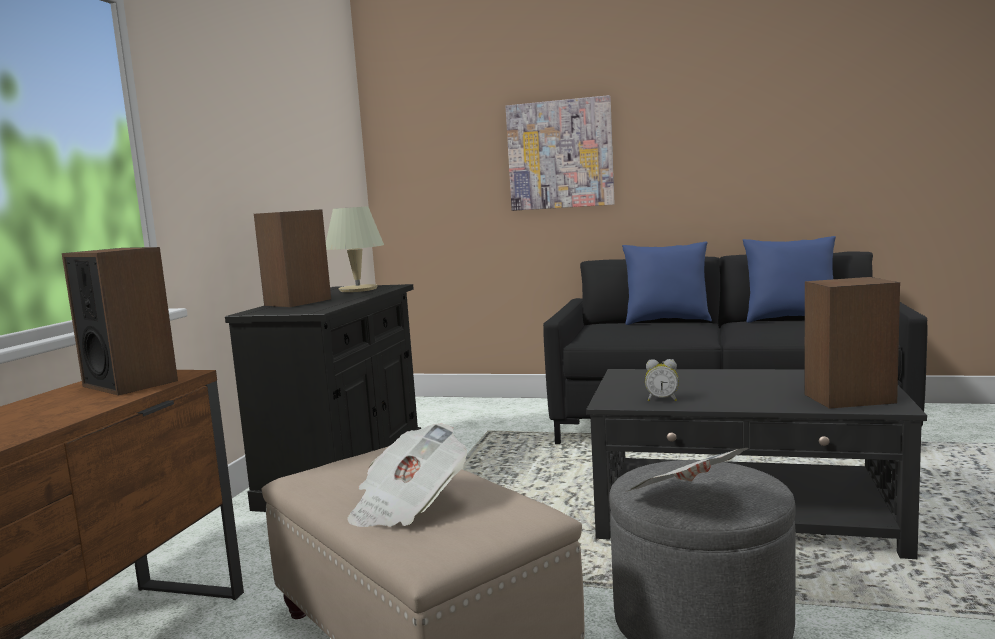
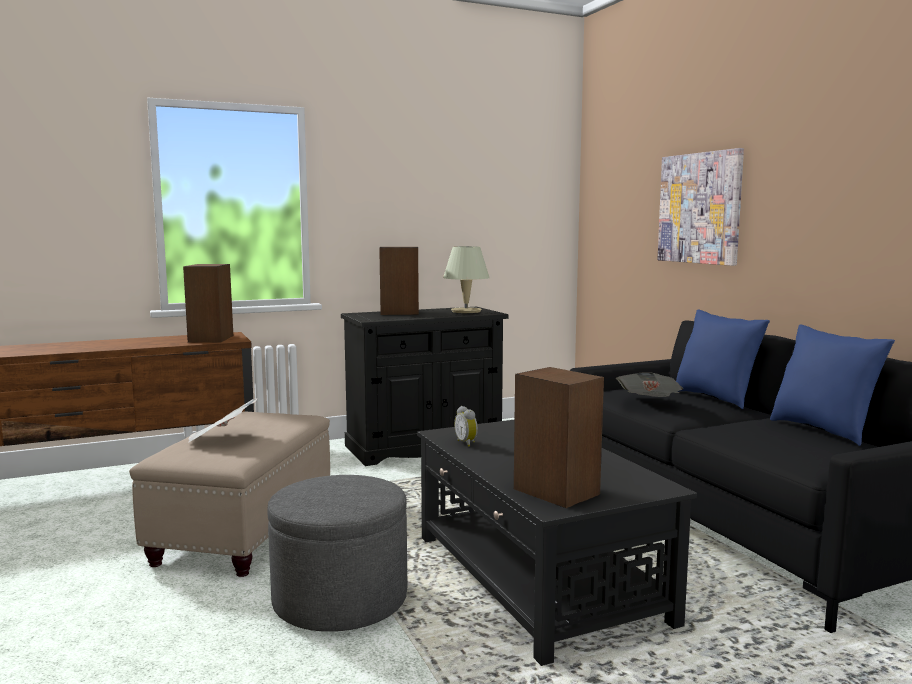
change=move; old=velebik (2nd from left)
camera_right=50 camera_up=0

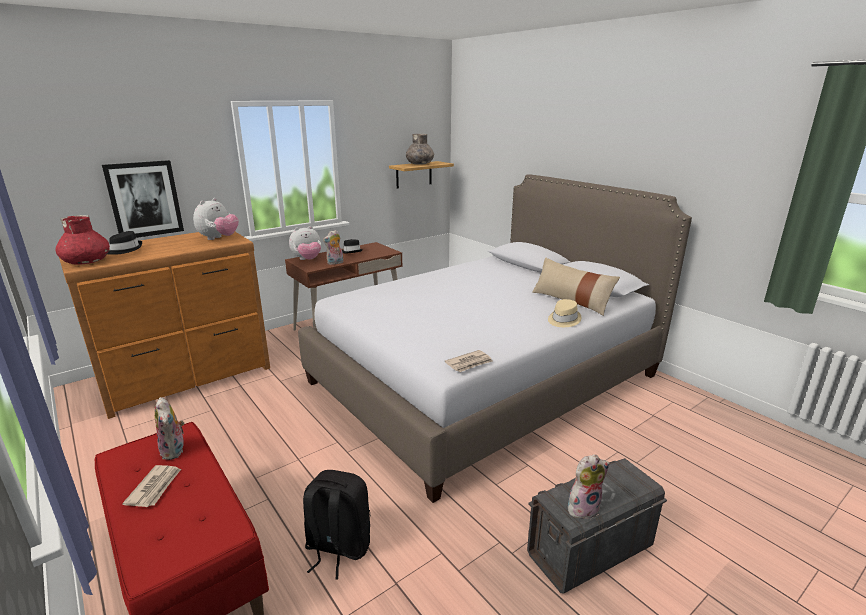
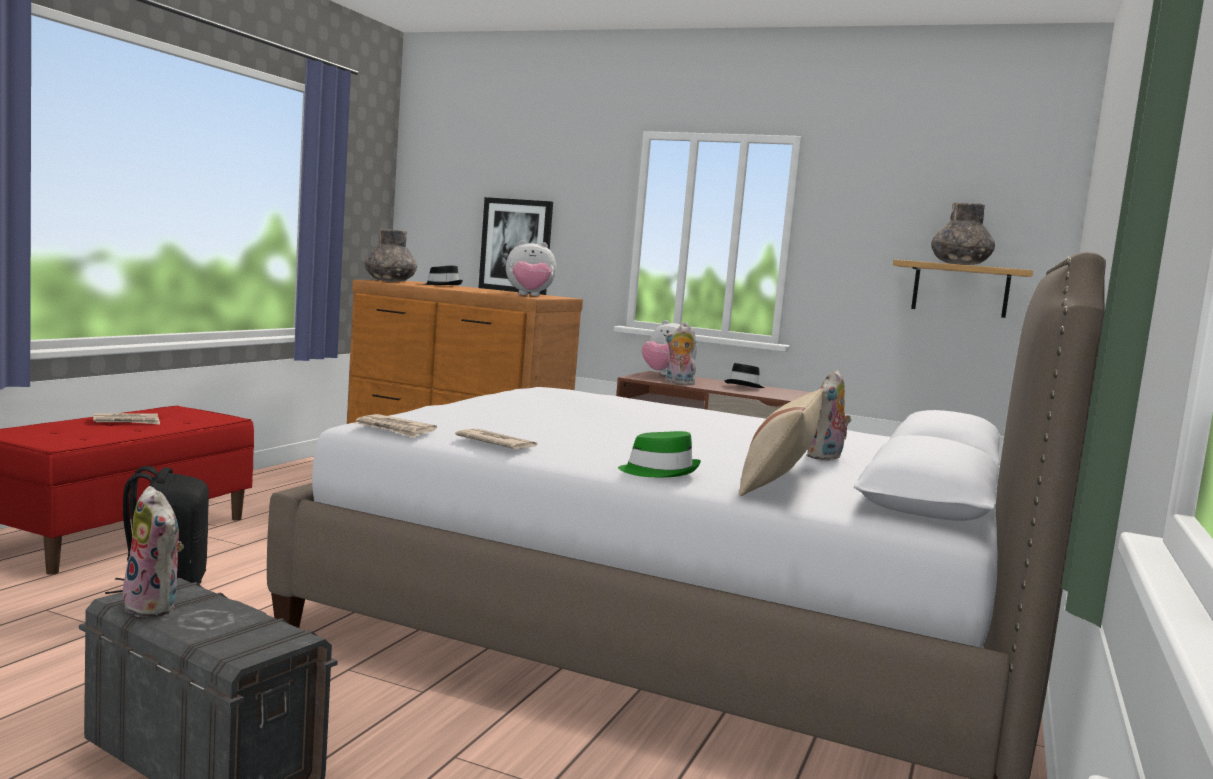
change=recolor; old=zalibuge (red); new=zalibuge (grey) (1st from left)
change=insert; new=velebik (3rd from left)
change=recolor; old=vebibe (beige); new=vebibe (green)
change=move; old=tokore (1st from left in the first image); new=tokore (5th from left)
camera_right=60 camera_up=-15

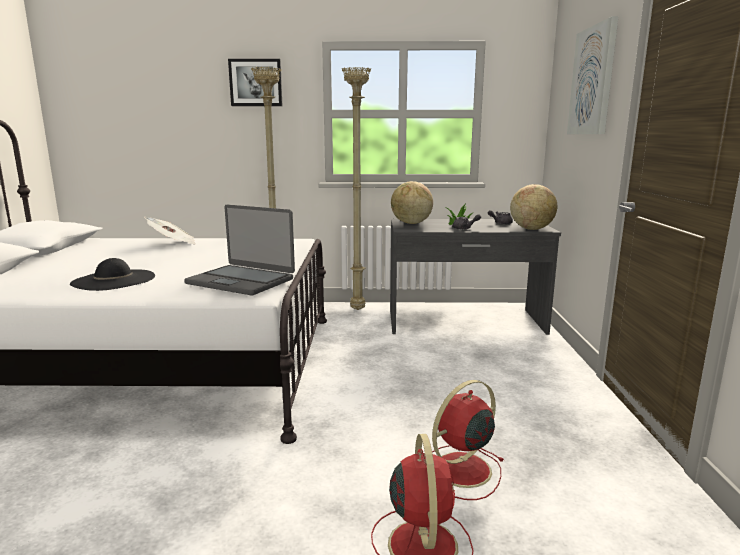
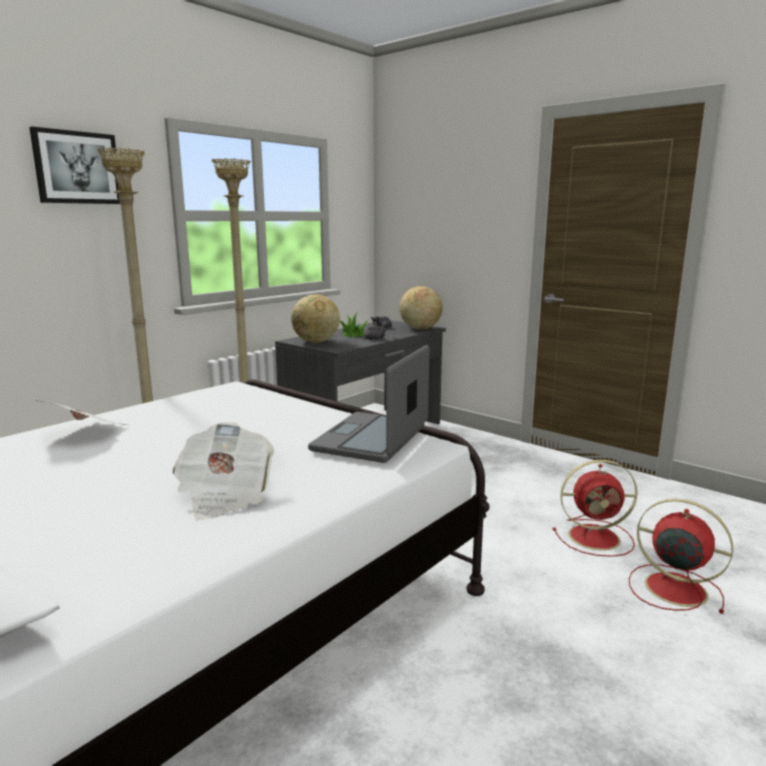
change=replace; old=vebibe (black); new=velebik (2nd from left)
change=rotate; old=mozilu; degrees=135
change=rotate; old=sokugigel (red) (2nd from left in the first image); degrees=-90
change=delete; old=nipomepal (2nd from left)
camera_right=-50 camera_up=0

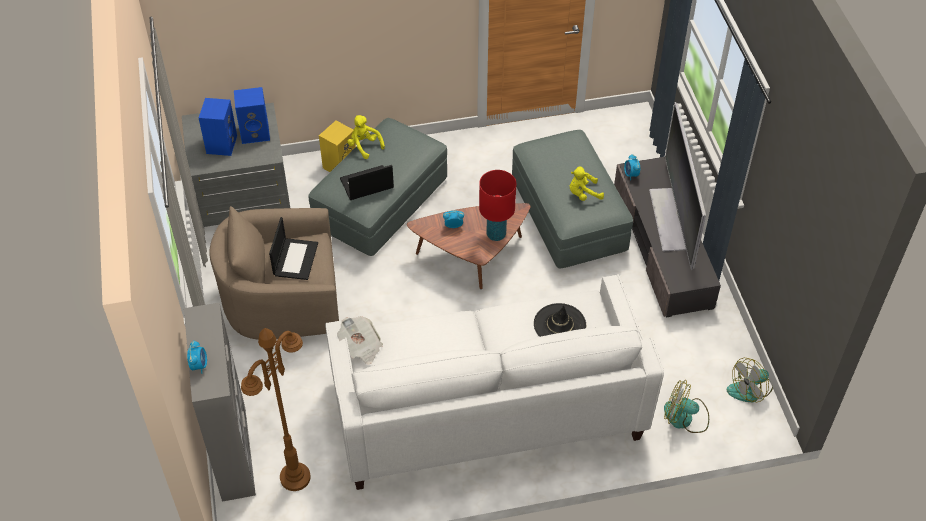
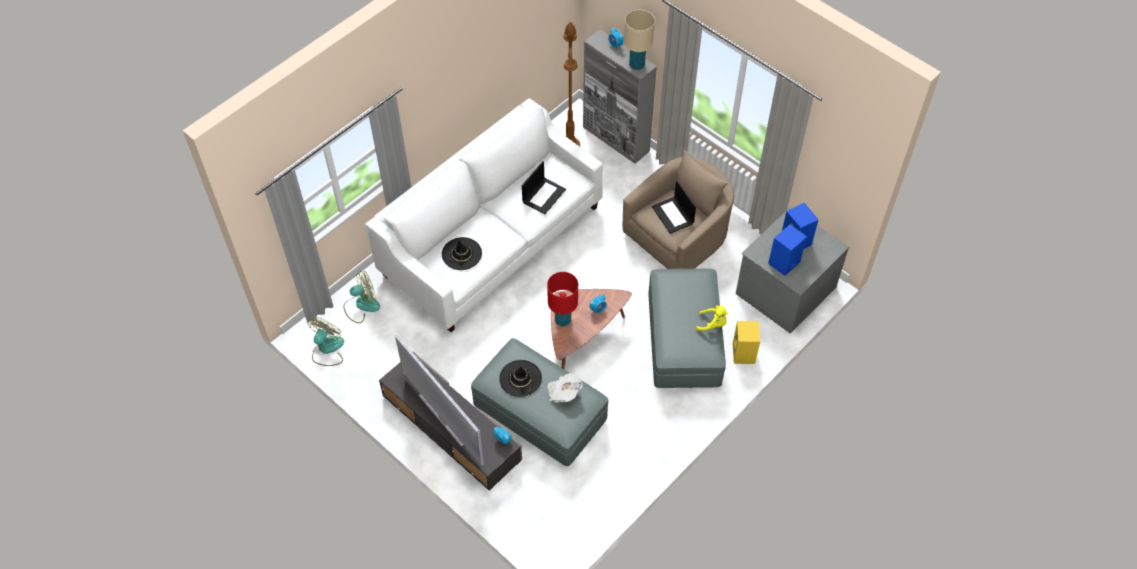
change=replace; old=tokore (yellow) (2nd from left); new=vebibe (black) (2nd from left)
change=move; old=mozilu (2nd from left in the first image); new=mozilu (1st from left)
change=move; old=velebik
change=insert; new=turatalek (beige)
camera_right=145 camera_up=5

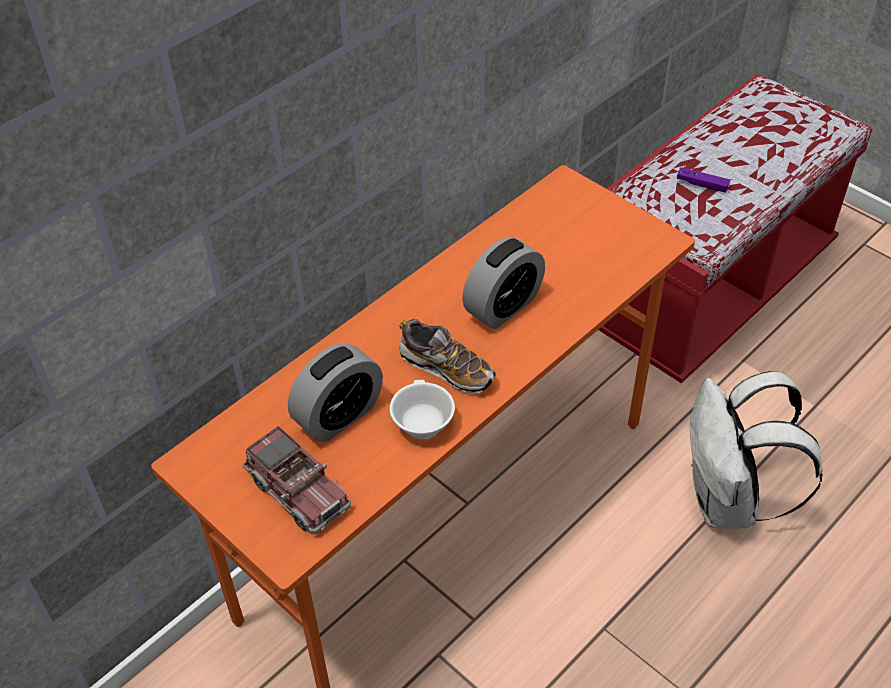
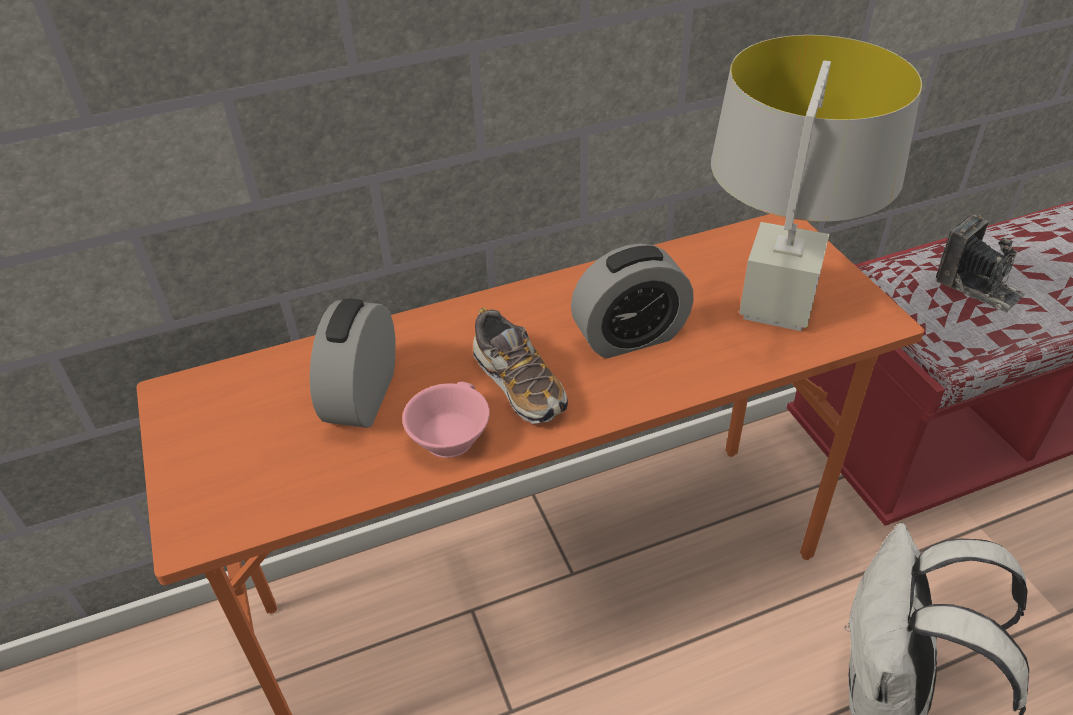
change=rotate; old=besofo (1st from left); degrees=120
change=recolor; old=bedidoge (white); new=bedidoge (pink)
change=insert; new=turatalek (grey)
change=replace; old=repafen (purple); new=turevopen
change=delete; old=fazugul
camera_right=25 camera_up=-5

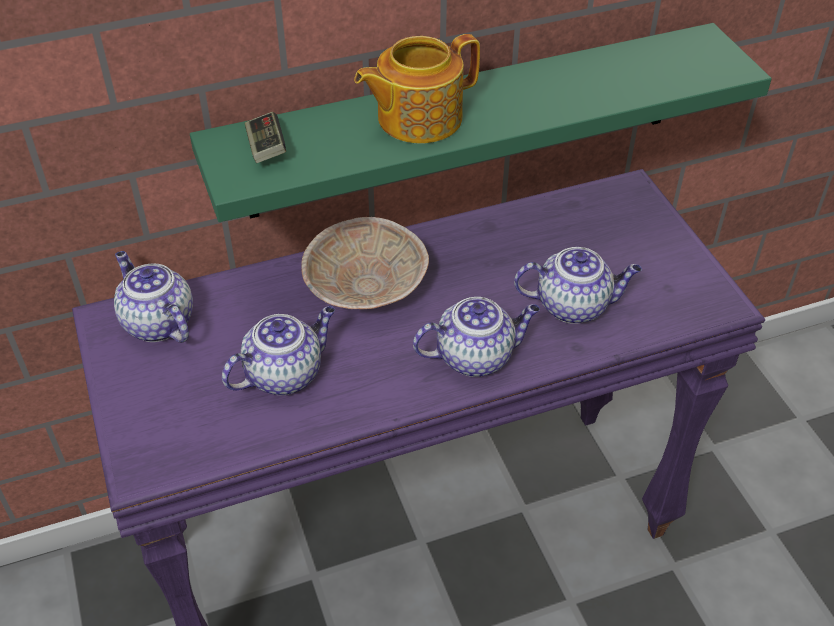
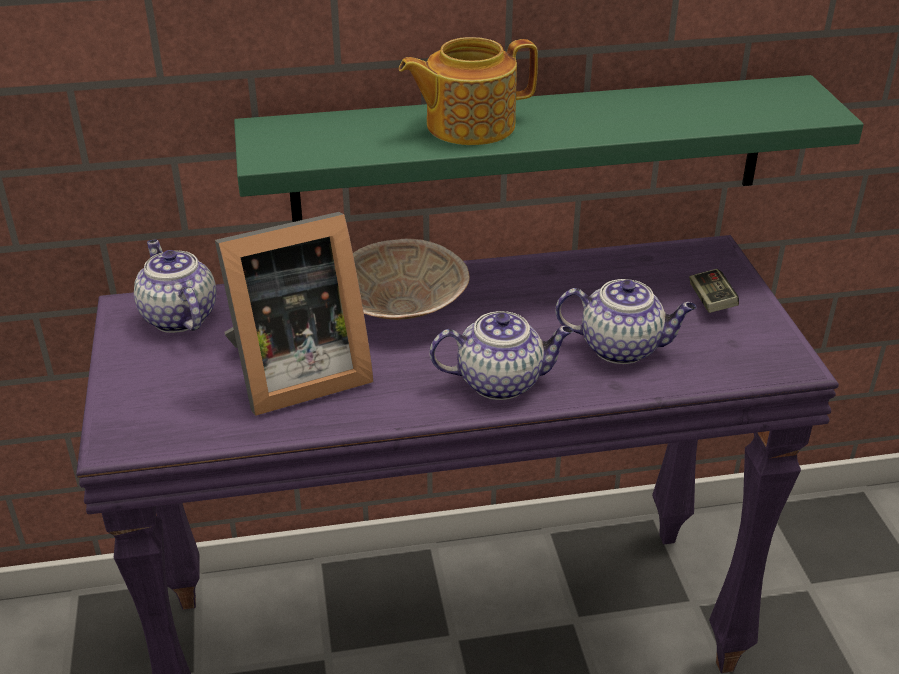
change=replace; old=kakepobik (2nd from left); new=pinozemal
change=move; old=repafen
camera_right=10 camera_up=-10

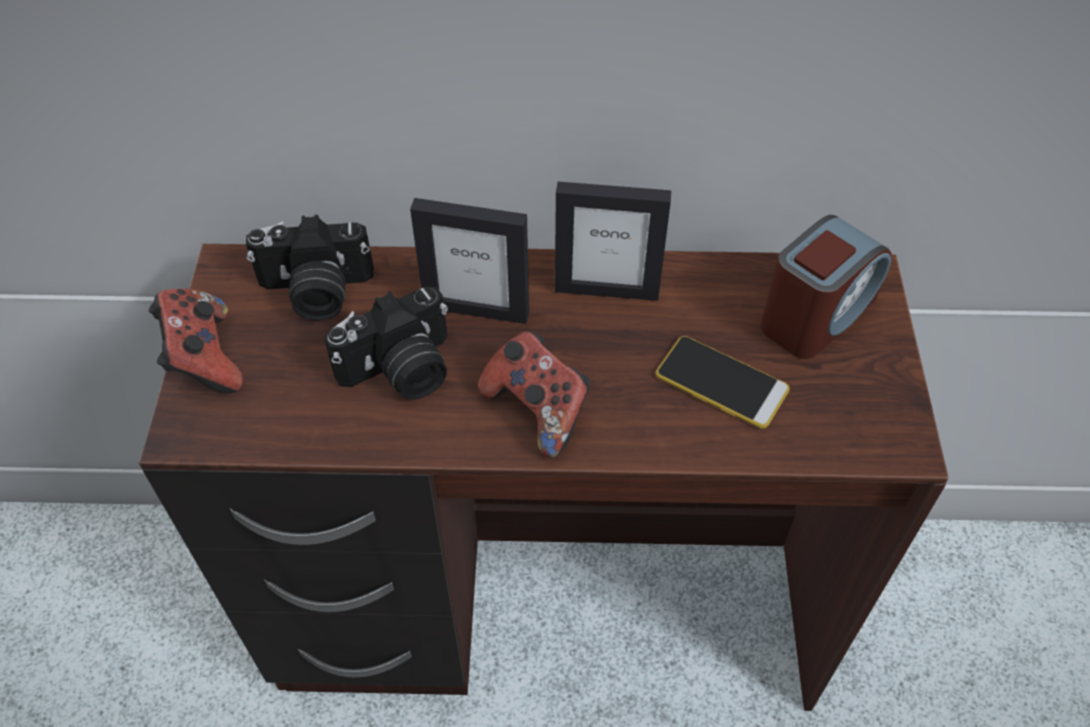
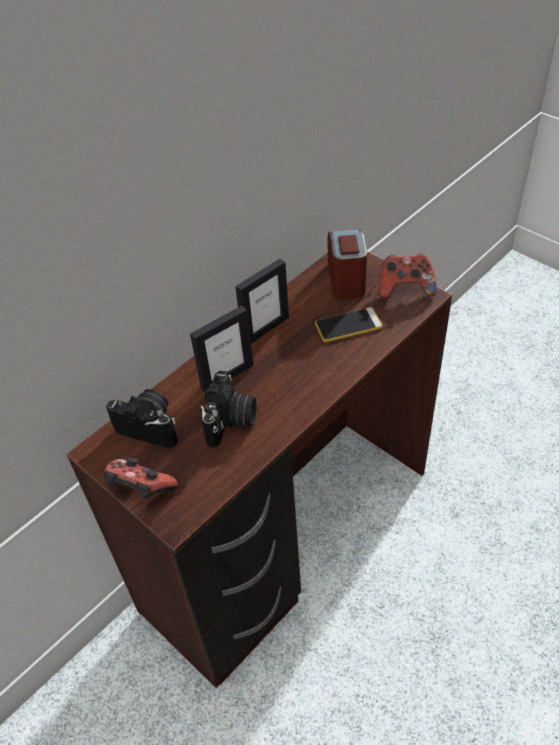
change=rotate; old=turevopen (1st from left); degrees=-105
change=move; old=repafen (2nd from left)
camera_right=-45 camera_up=-5

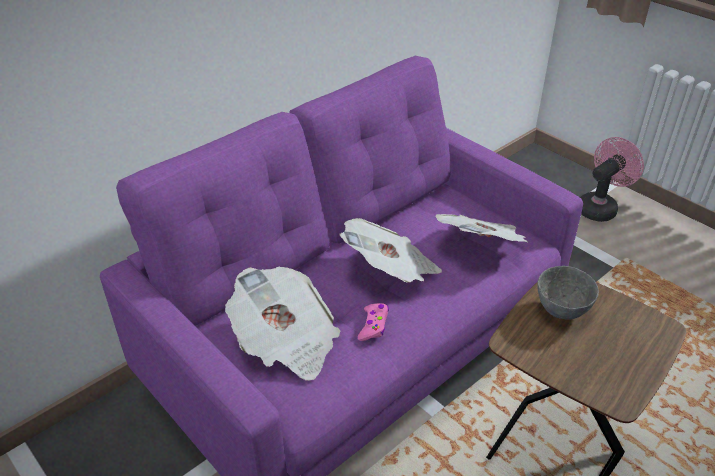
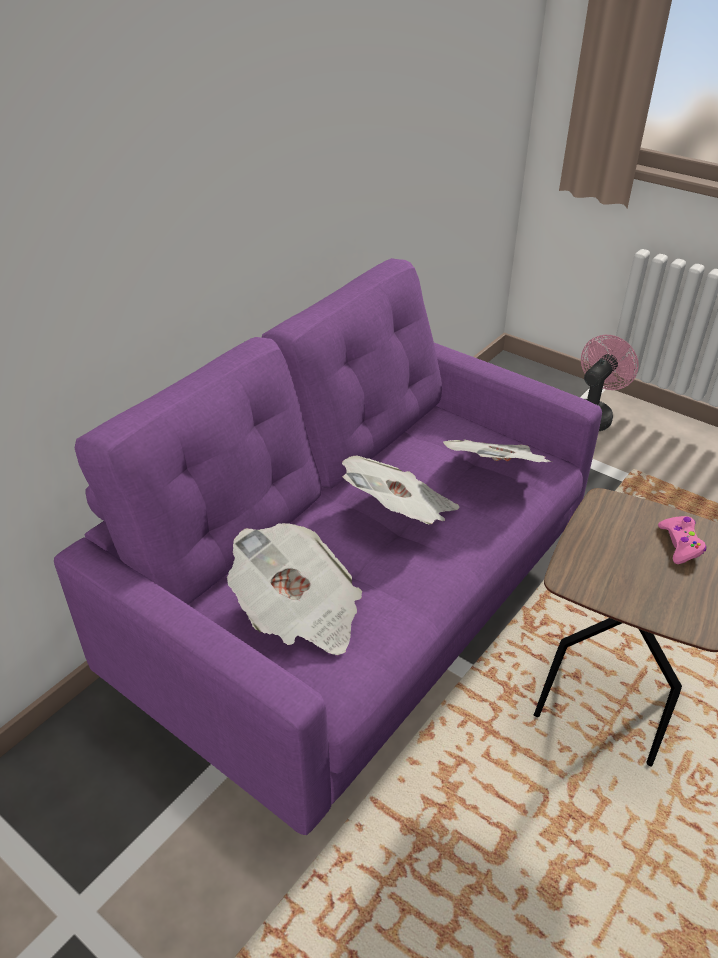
change=move; old=repafen (pink)
change=delete; old=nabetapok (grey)
camera_right=-10 camera_up=0

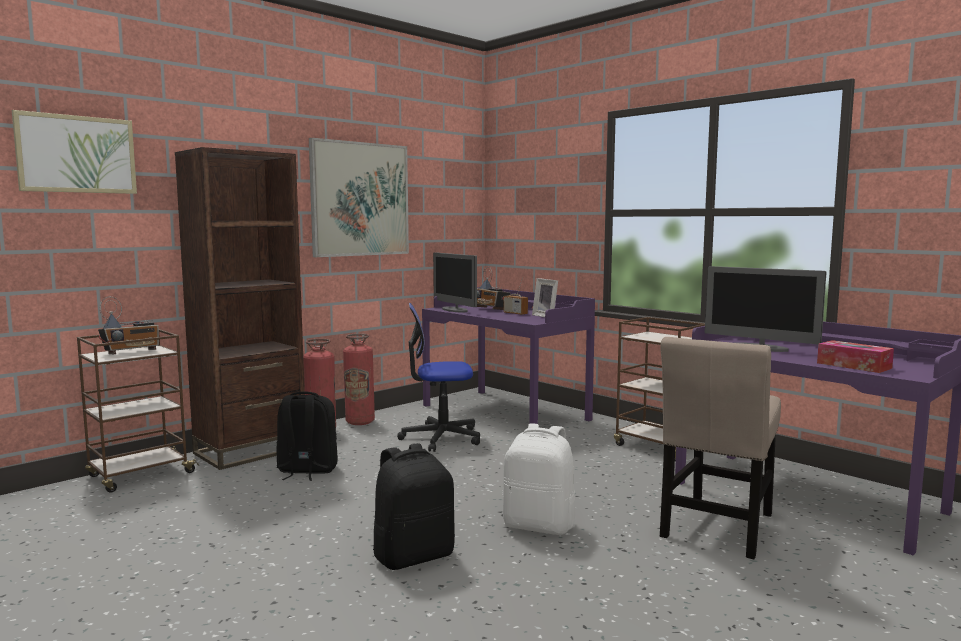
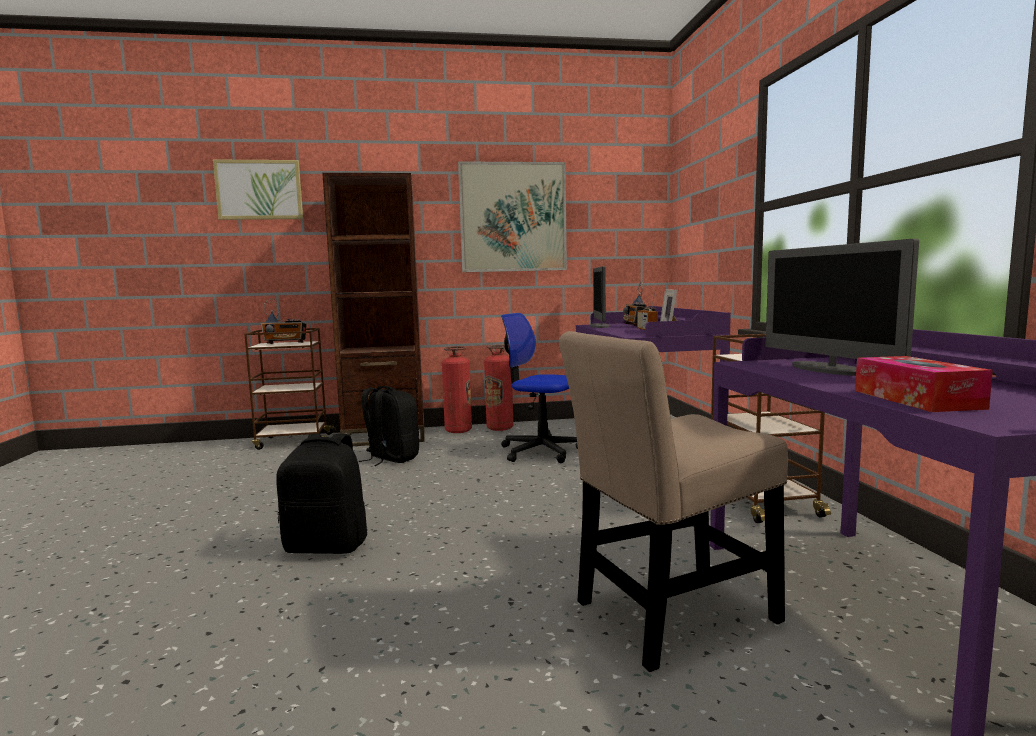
change=delete; old=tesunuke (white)
camera_right=35 camera_up=0

